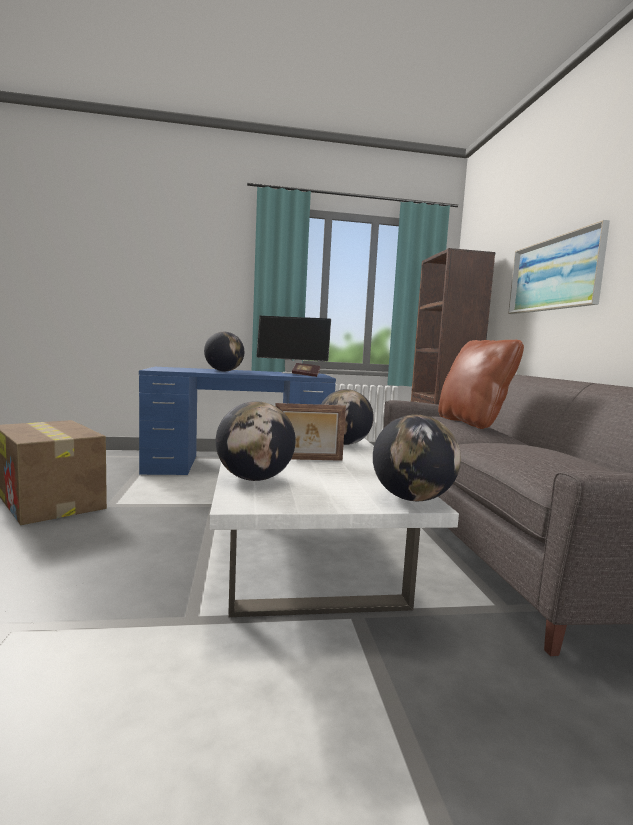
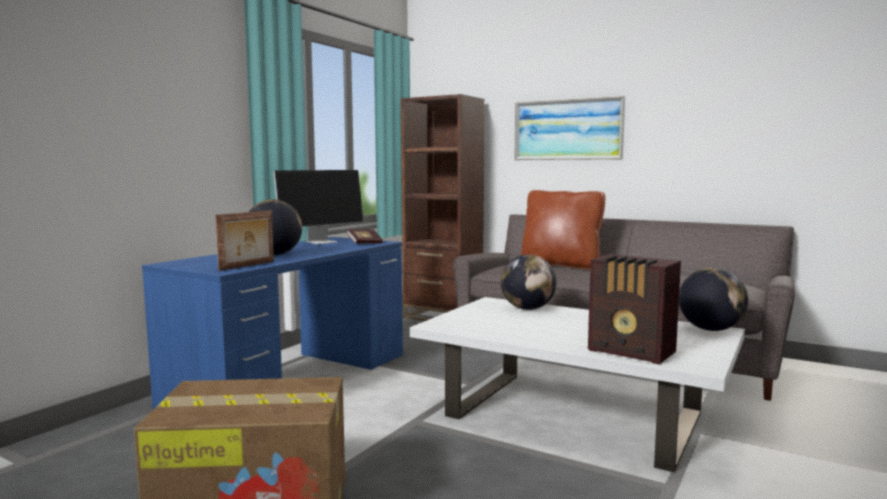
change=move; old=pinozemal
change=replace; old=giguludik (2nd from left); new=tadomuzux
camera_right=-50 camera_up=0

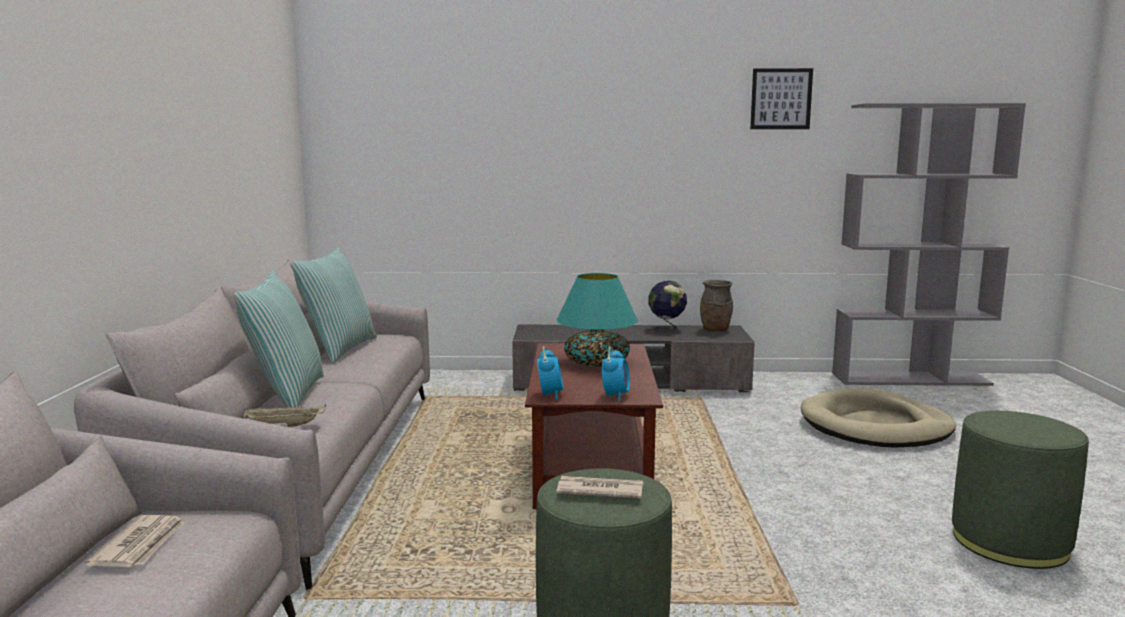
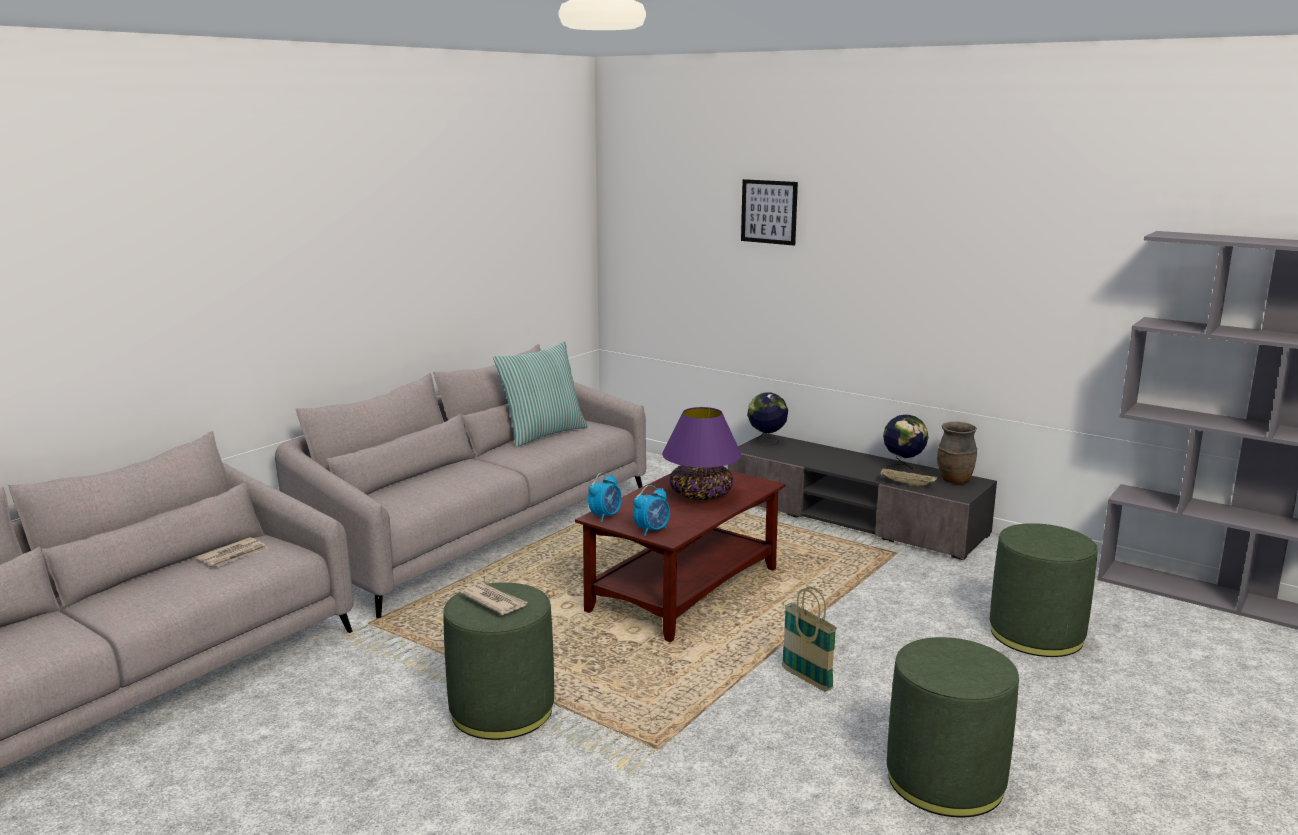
change=recolor; old=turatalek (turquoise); new=turatalek (purple)
change=move; old=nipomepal
change=insert; new=giguludik (1st from left)
change=insert; new=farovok
change=move; old=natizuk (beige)
change=replace; old=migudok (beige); new=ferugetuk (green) (3rd from left)
change=delete; old=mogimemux (1st from left)
camera_right=35 camera_up=5

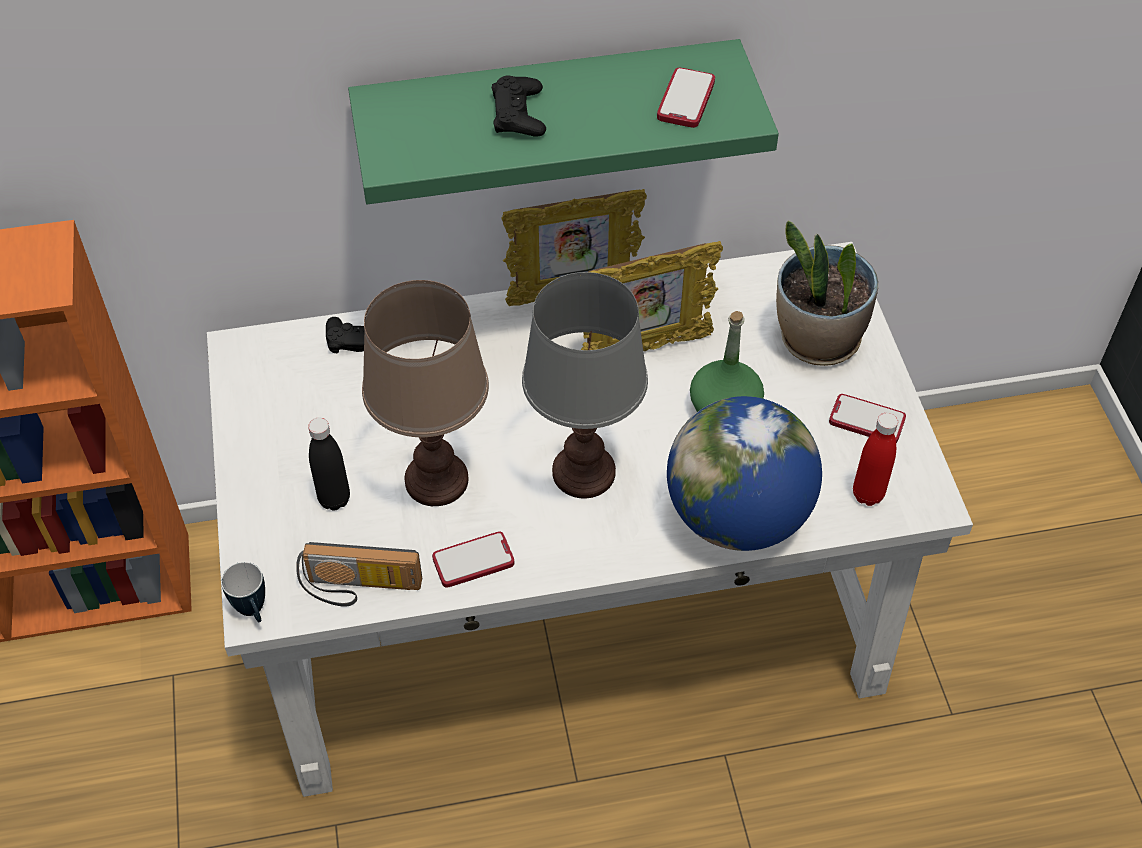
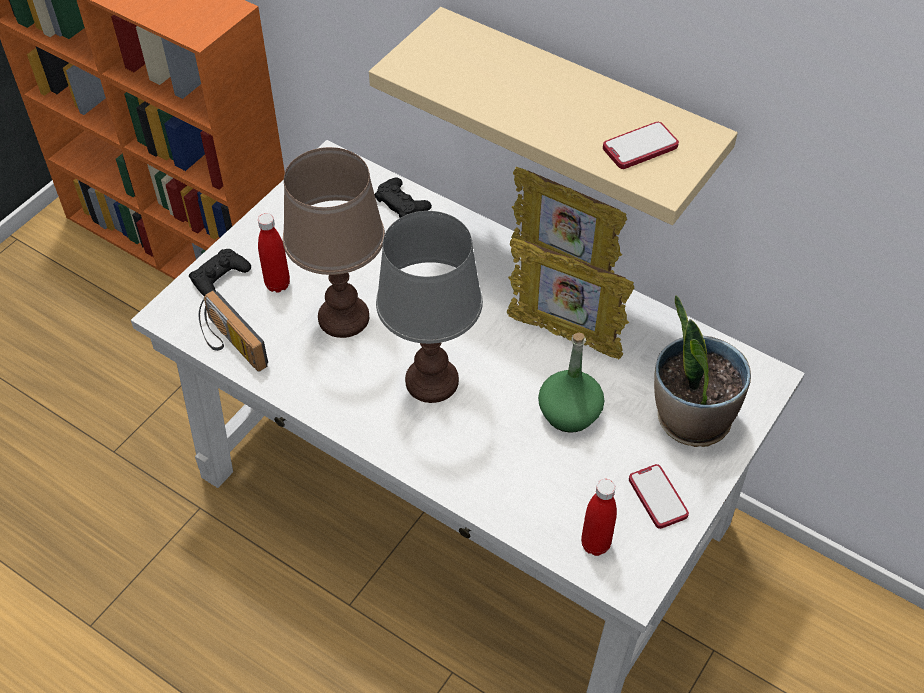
change=move; old=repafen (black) (2nd from left in the first image); new=repafen (black) (1st from left)
change=recolor; old=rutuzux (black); new=rutuzux (red) (1st from left)
change=recolor; old=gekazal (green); new=gekazal (beige)
change=delete; old=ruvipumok
change=delete; old=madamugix (1st from left)
change=delete; old=giguludik
camera_right=45 camera_up=0

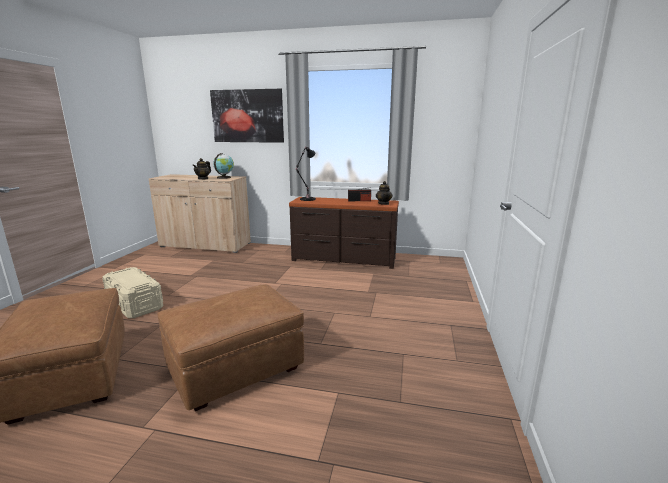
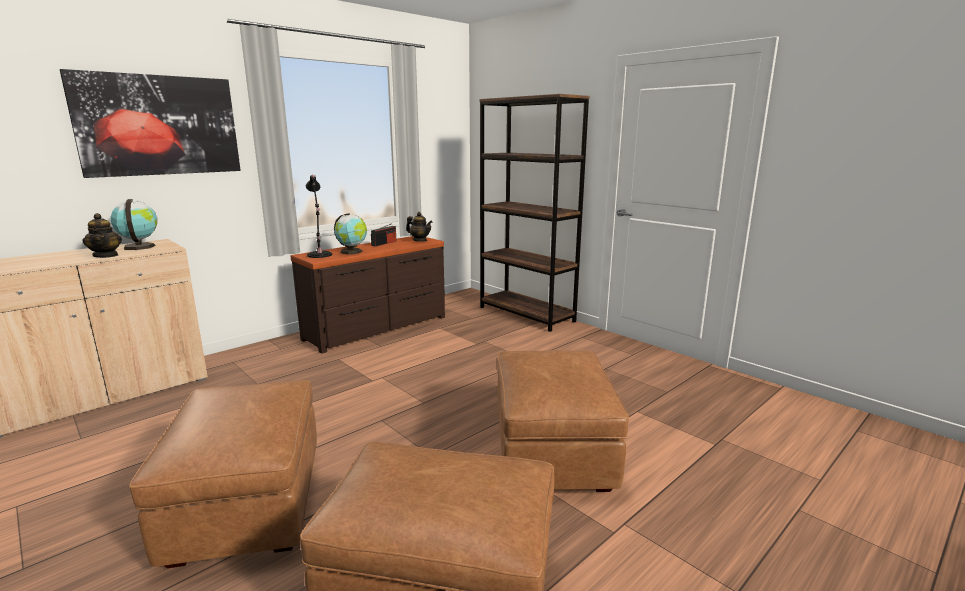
change=replace; old=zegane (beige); new=ferugetuk (brown) (1st from left)
change=insert; new=giguludik (2nd from left)
change=insert; new=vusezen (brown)
camera_right=-55 camera_up=0

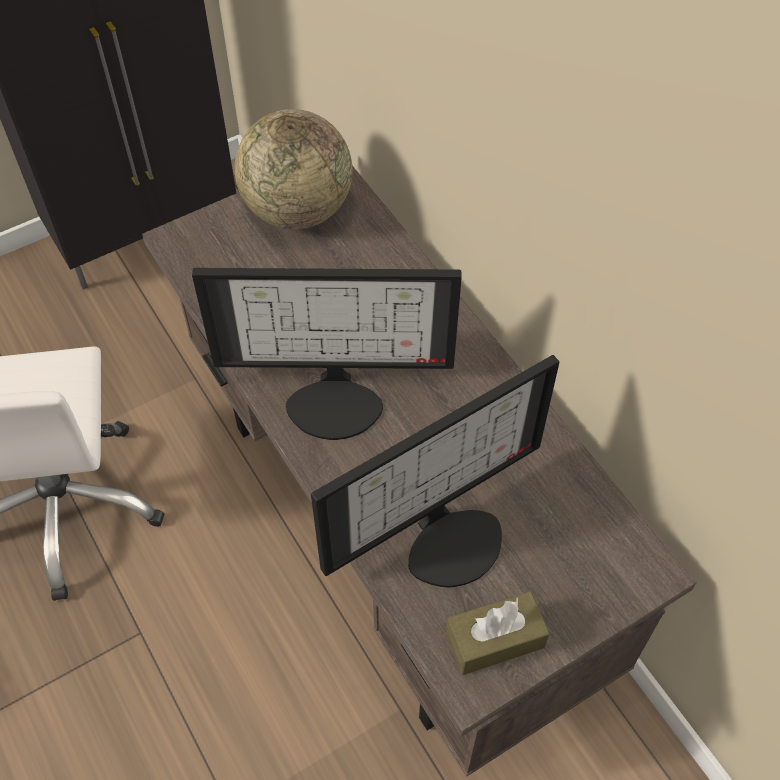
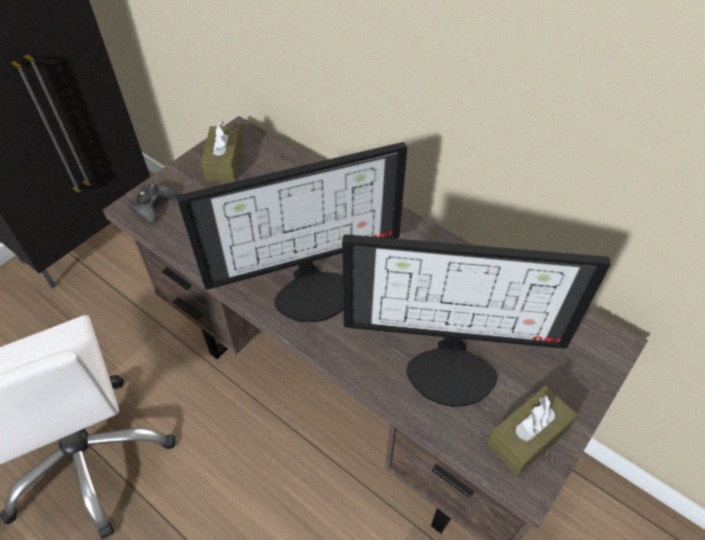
change=insert; new=repafen (black)
change=replace; old=giguludik; new=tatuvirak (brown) (1st from left)
change=rotate; old=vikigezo (2nd from left); degrees=60
camera_right=-20 camera_up=-5

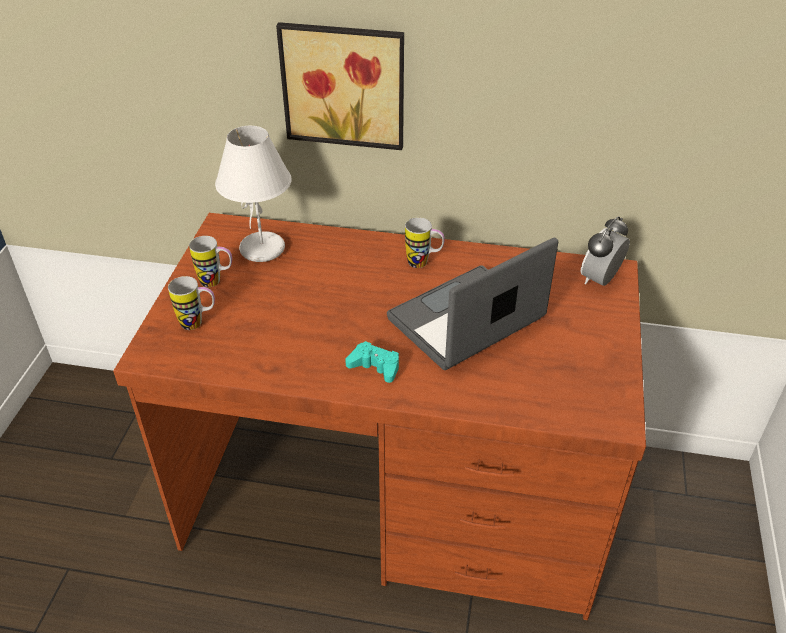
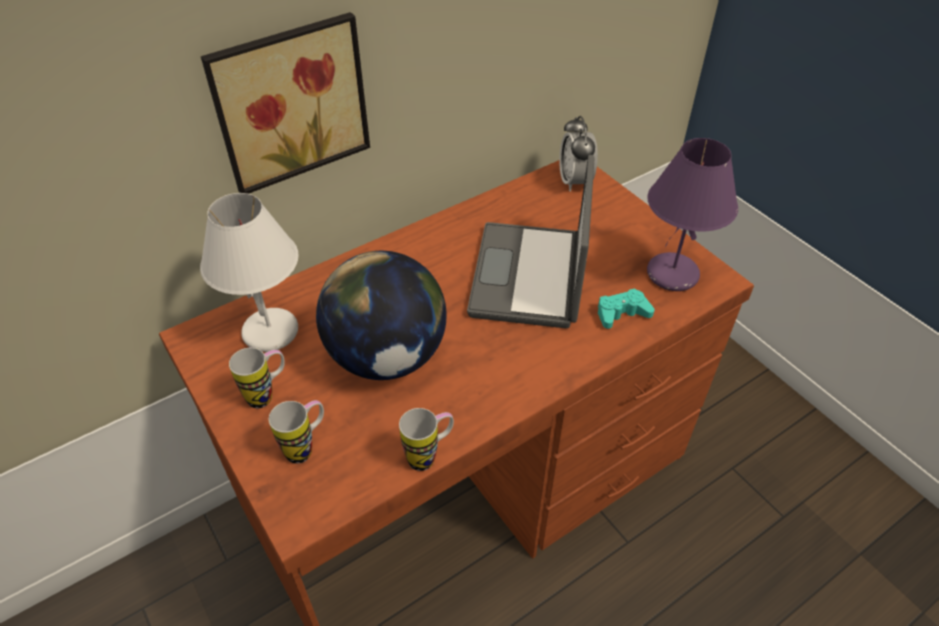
change=insert; new=giguludik
change=move; old=ruvipumok (3rd from left)
change=move; old=repafen (turquoise)
change=insert; new=turatalek (purple)
camera_right=-45 camera_up=5

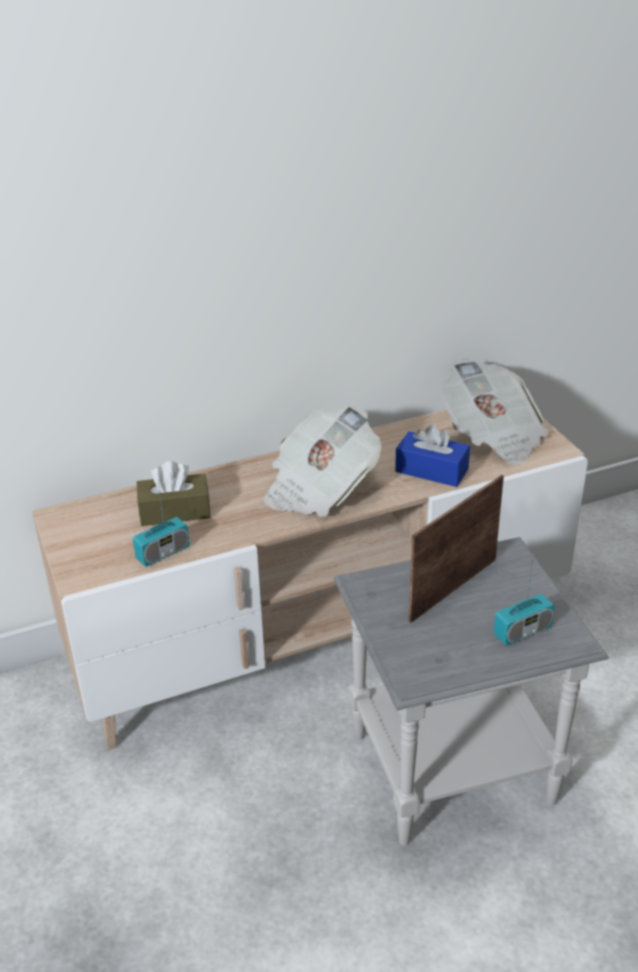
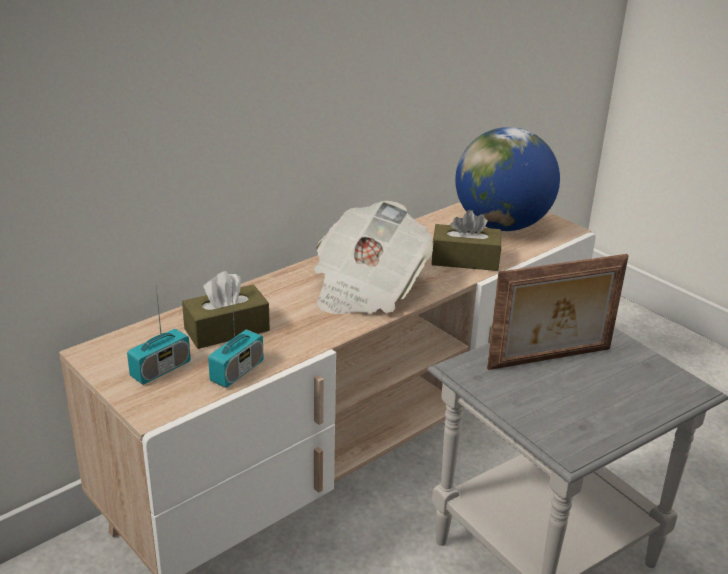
change=move; old=tadomuzux (2nd from left in the first image); new=tadomuzux (1st from left)
change=recolor; old=tatuvirak (blue); new=tatuvirak (brown) (2nd from left)
change=replace; old=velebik (2nd from left); new=giguludik
change=rotate; old=pinozemal; degrees=-135
camera_right=-20 camera_up=-5

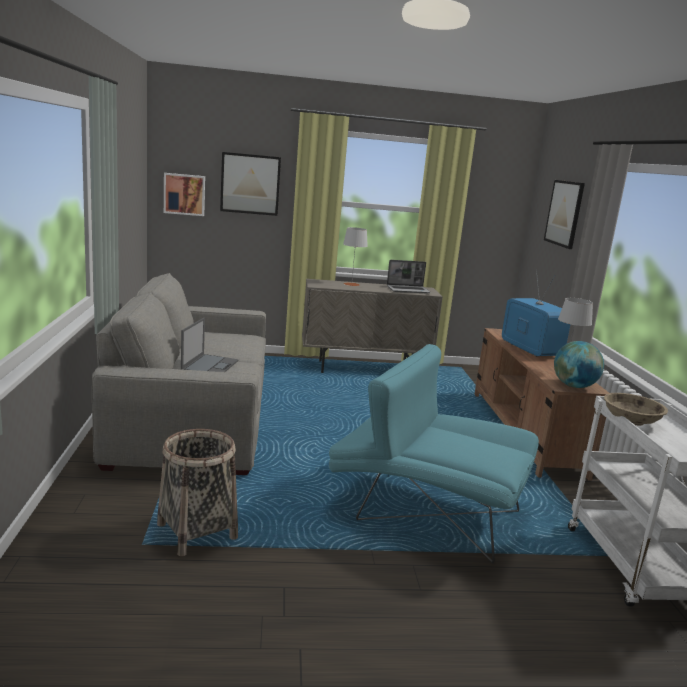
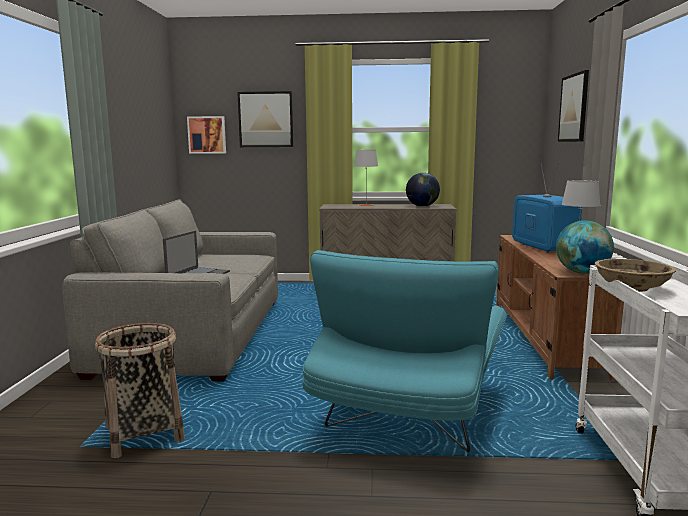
change=rotate; old=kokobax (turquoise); degrees=-105
change=replace; old=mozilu (2nd from left); new=giguludik (1st from left)
camera_right=10 camera_up=-5

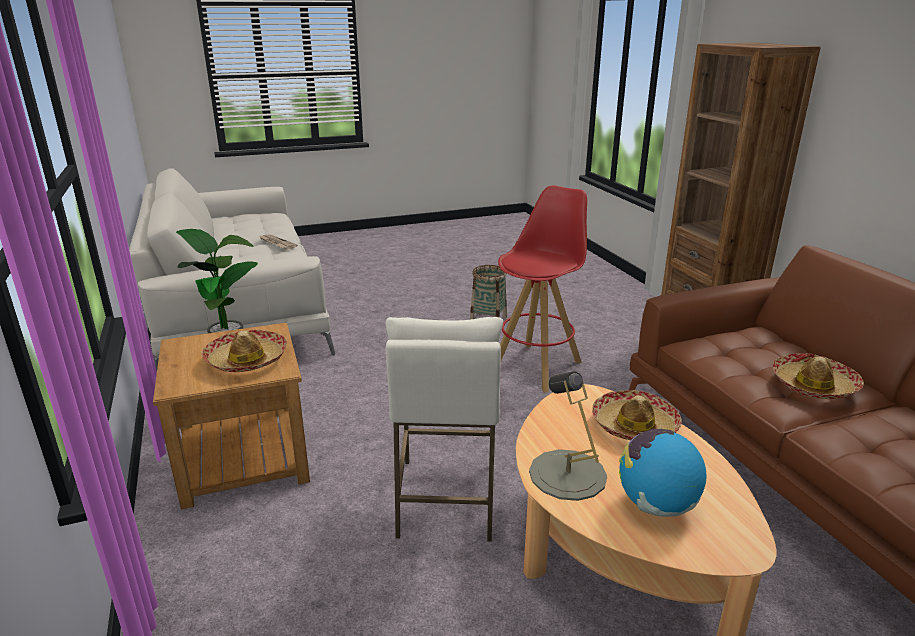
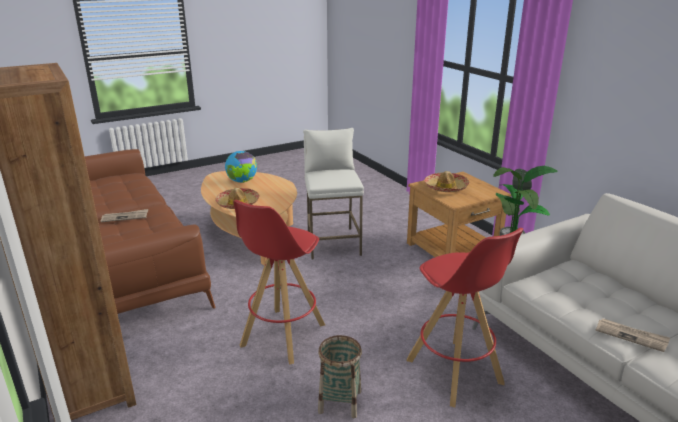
change=replace; old=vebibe (3rd from left); new=velebik (1st from left)
change=insert; new=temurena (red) (2nd from left)
change=delete; old=turatalek (grey)
camera_right=170 camera_up=0

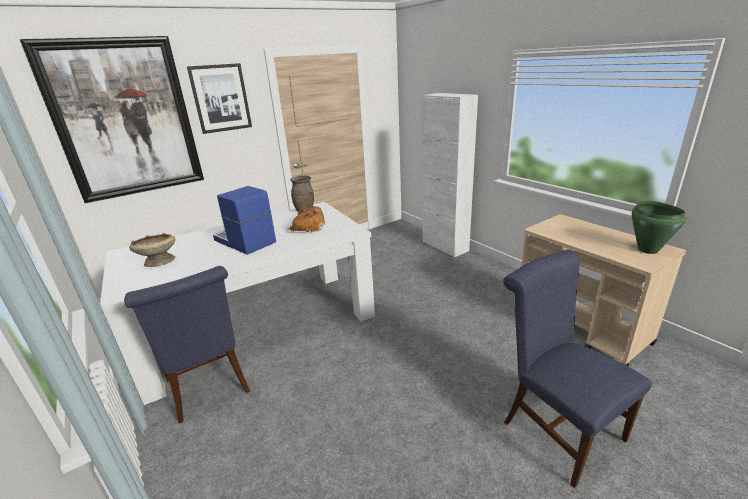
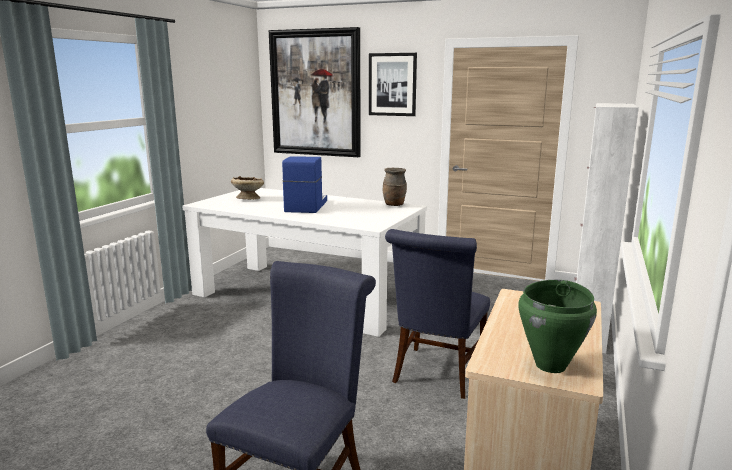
change=move; old=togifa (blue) (1st from left in the first image); new=togifa (blue) (2nd from left)
change=delete; old=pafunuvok
camera_right=55 camera_up=-10

